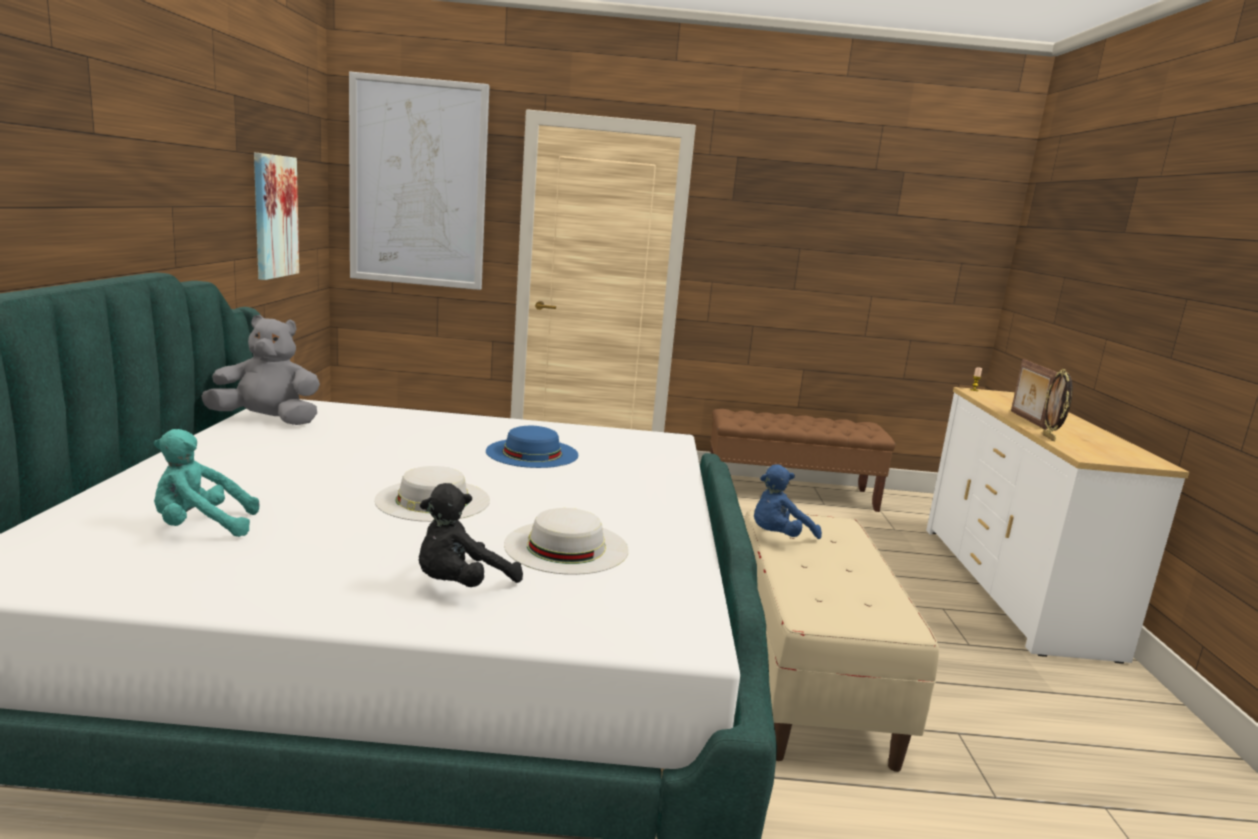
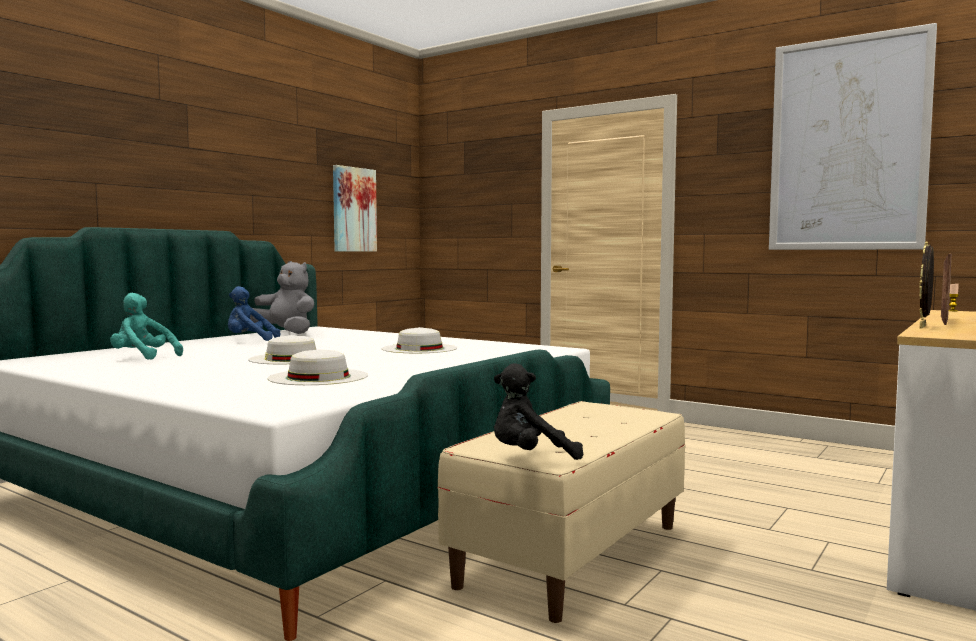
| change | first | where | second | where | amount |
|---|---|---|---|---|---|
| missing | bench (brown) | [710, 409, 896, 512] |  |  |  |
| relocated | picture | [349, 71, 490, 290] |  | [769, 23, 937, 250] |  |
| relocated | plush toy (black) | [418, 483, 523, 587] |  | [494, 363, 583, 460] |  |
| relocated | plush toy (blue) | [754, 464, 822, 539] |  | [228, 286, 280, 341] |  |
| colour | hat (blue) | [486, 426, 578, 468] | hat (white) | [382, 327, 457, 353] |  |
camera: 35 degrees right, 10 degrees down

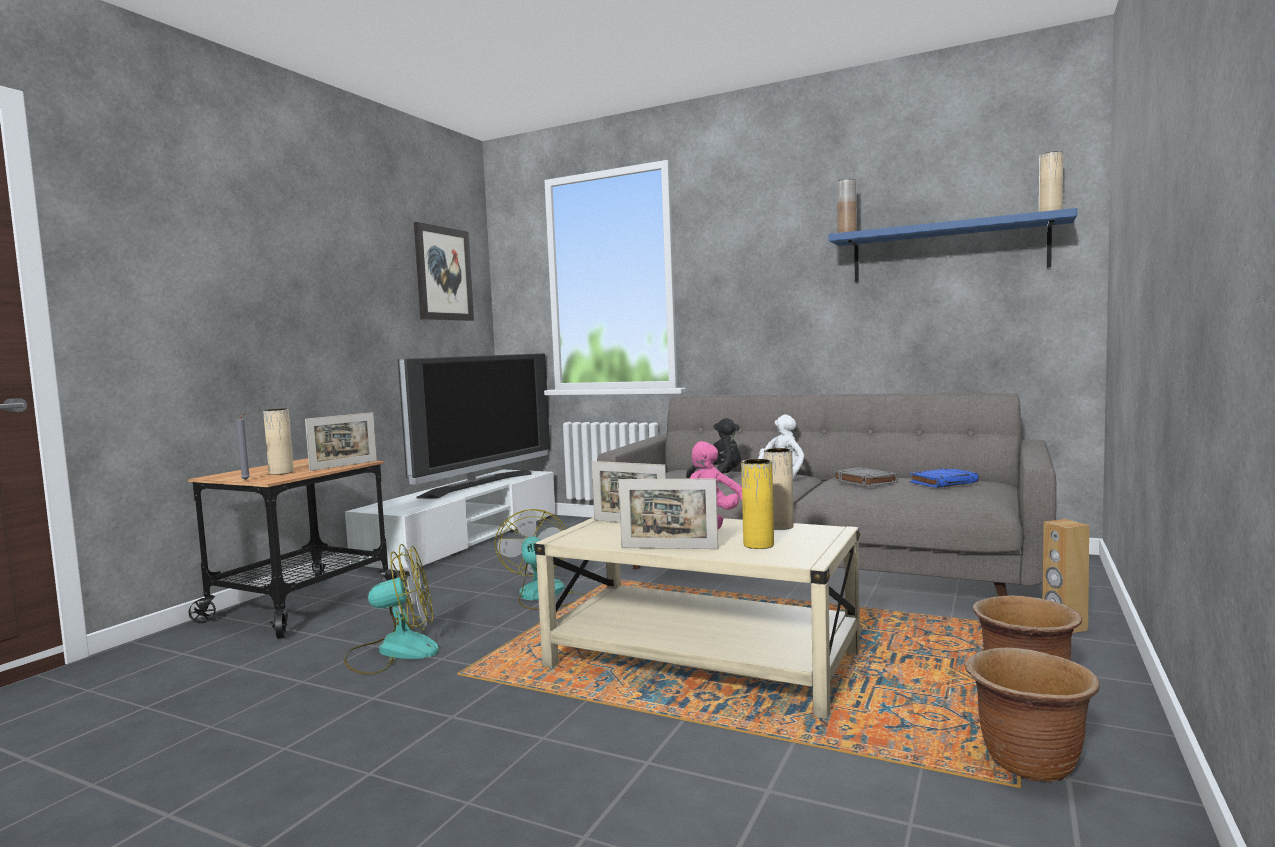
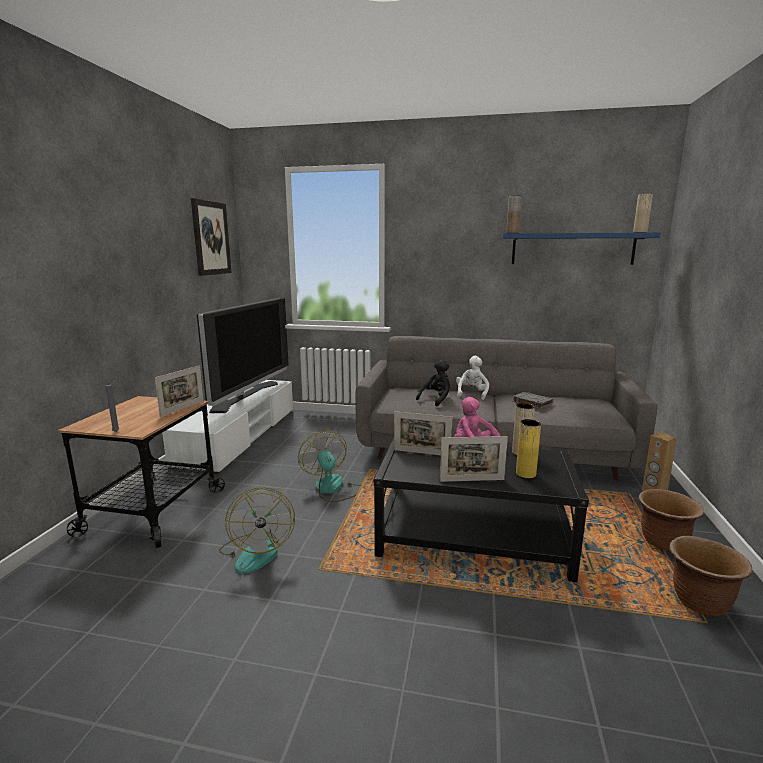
| change | first | where | second | where | amount |
|---|---|---|---|---|---|
| missing | vase (beige) | [263, 409, 294, 475] |  |  |  |
| missing | book (blue) | [910, 468, 979, 488] |  |  |  |
| colour | coffee table (beige) | [535, 517, 860, 719] | coffee table (black) | [373, 438, 589, 582] |  |
| spun | fan | [344, 544, 439, 675] |  | [219, 487, 295, 574] | 105 degrees clockwise |
camera: 15 degrees left, 10 degrees up

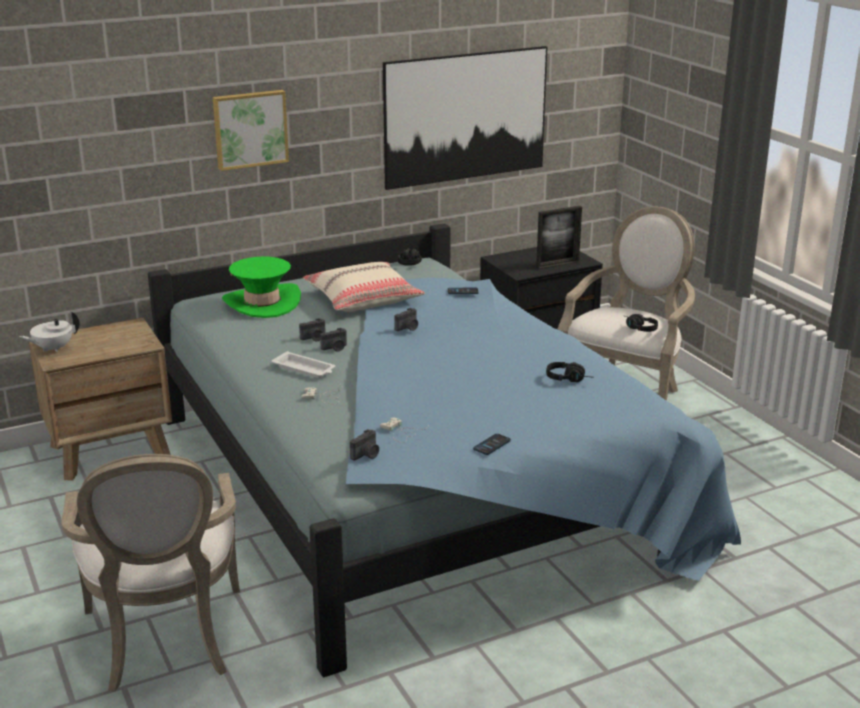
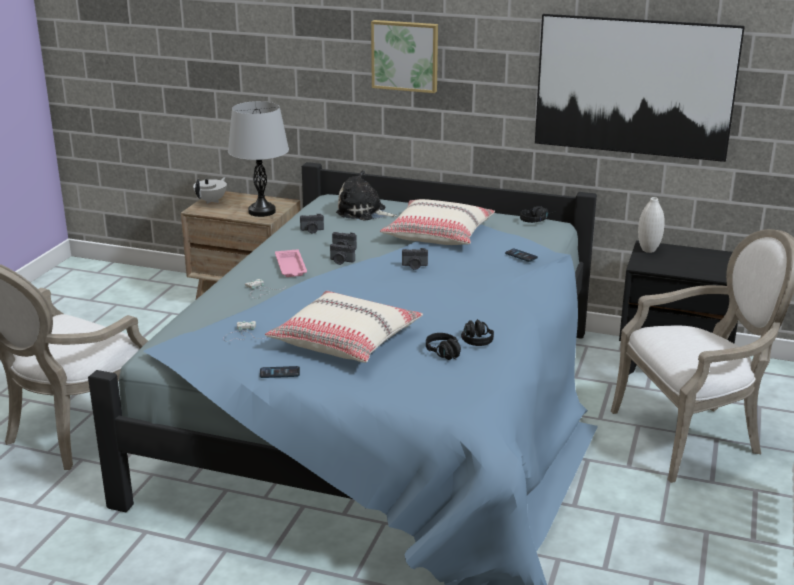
| change | first | where | second | where | amount |
|---|---|---|---|---|---|
| missing | picture frame | [536, 206, 582, 269] |  |  |  |
| appeared |  |  | table lamp (grey) | [228, 101, 289, 217] |  |
| appeared |  |  | pillow (beige) | [265, 291, 423, 363] |  |
| appeared |  |  | vase (white) | [638, 197, 665, 253] |  |
| relocated | photo camera | [350, 429, 379, 460] |  | [300, 214, 324, 234] |  |
| relocated | headphones (black) | [625, 314, 658, 332] |  | [461, 319, 494, 346] |  |
| exchanged | hat (green) | [222, 257, 301, 318] | plush toy | [336, 170, 397, 221] |  |
| colour | tray (white) | [272, 351, 336, 378] | tray (pink) | [275, 249, 307, 277] |  |
| spun | teapot (white) | [19, 311, 79, 352] |  | [193, 177, 227, 204] | 105 degrees clockwise |
camera: 45 degrees right, 0 degrees up

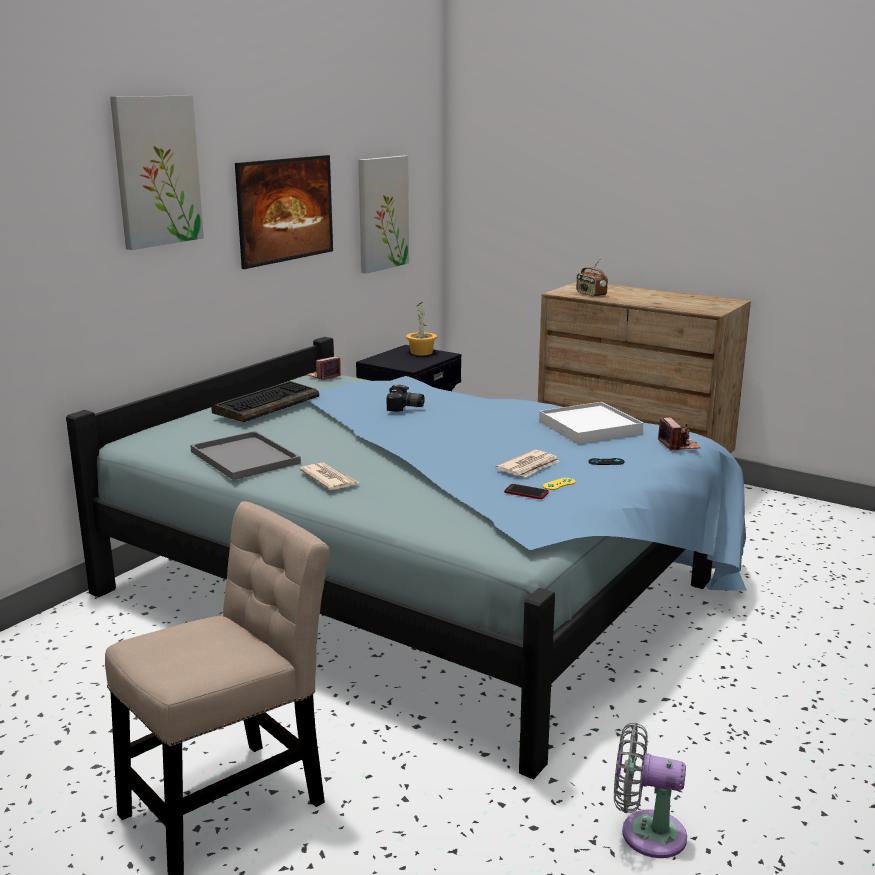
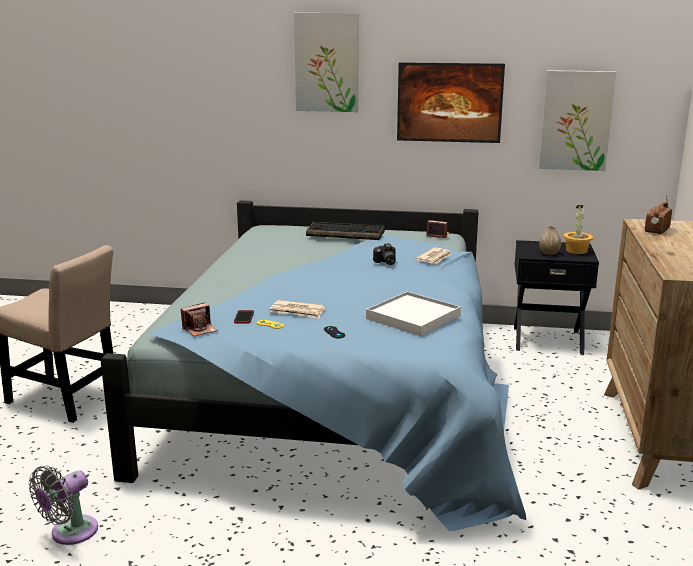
| change | first | where | second | where | amount |
|---|---|---|---|---|---|
| missing | tray (grey) | [190, 431, 301, 480] |  |  |  |
| appeared |  |  | vase | [540, 226, 561, 255] |  |
| relocated | newspaper | [299, 462, 359, 490] |  | [415, 247, 451, 263] |  |
| relocated | photo camera | [658, 418, 701, 451] |  | [181, 302, 218, 337] |  |
| spun | fan (grey) | [614, 723, 687, 858] |  | [29, 466, 98, 545] | 135 degrees counterclockwise |
camera: 65 degrees right, 0 degrees up

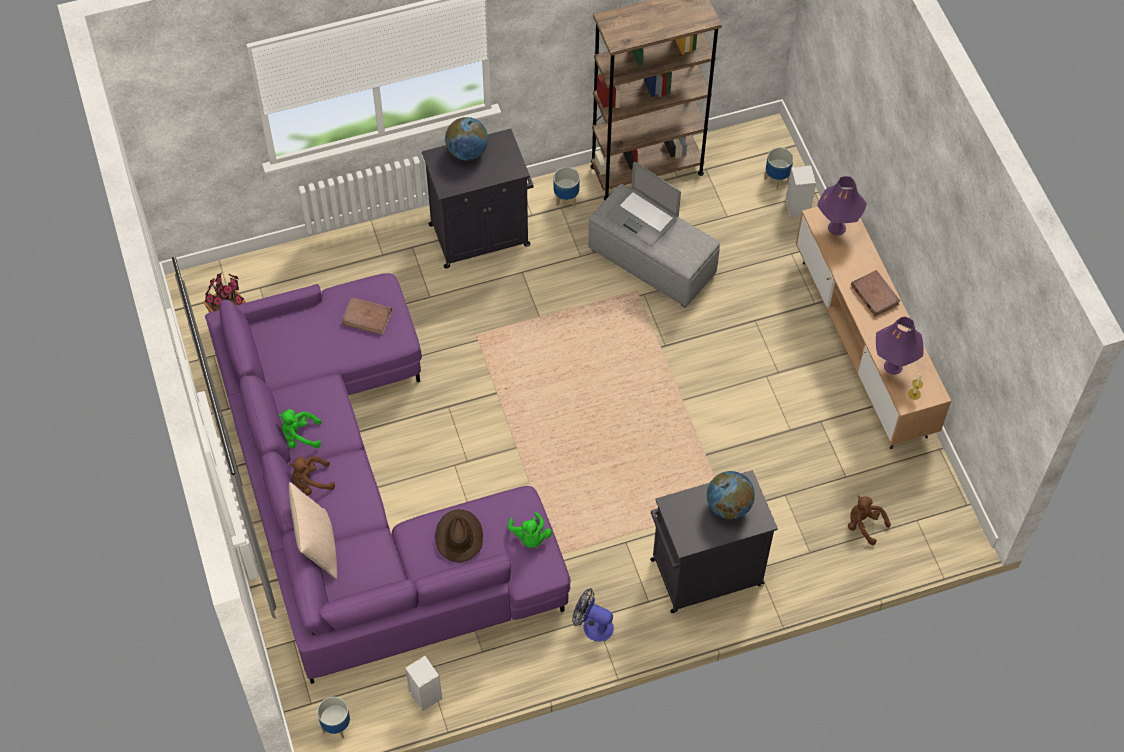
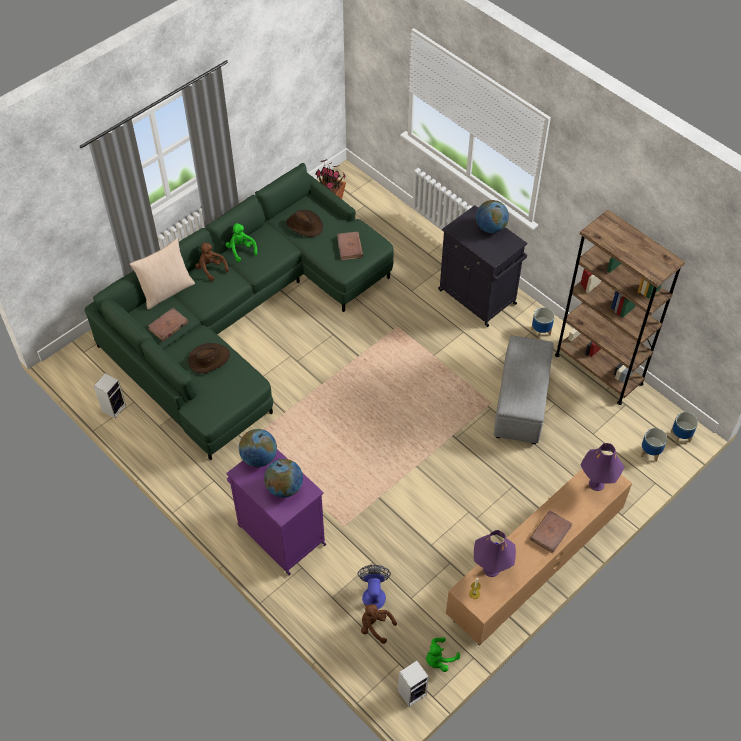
| change | first | where | second | where | amount |
|---|---|---|---|---|---|
| missing | laptop | [606, 162, 681, 246] |  |  |  |
| appeared |  |  | book (brown) | [148, 308, 188, 341] |  |
| appeared |  |  | globe | [239, 429, 277, 467] |  |
| appeared |  |  | hat (brown) | [286, 210, 323, 237] |  |
| relocated | planter | [317, 697, 350, 739] |  | [670, 412, 698, 445] |  |
| relocated | plush toy (green) | [508, 512, 552, 548] |  | [426, 637, 460, 672] |  |
| relocated | fan | [572, 588, 614, 642] |  | [358, 565, 391, 610] |  |
| relocated | speaker | [786, 165, 816, 217] |  | [398, 661, 429, 707] |  |
| colour | sofa (purple) | [205, 273, 571, 684] | sofa (green) | [84, 163, 394, 460] |  |
| colour | cabinet (black) | [650, 470, 778, 613] | cabinet (purple) | [226, 449, 326, 576] |  |
| spun | plush toy (brown) | [848, 495, 891, 545] |  | [361, 604, 397, 644] | 75 degrees counterclockwise |
camera: 65 degrees right, 5 degrees down

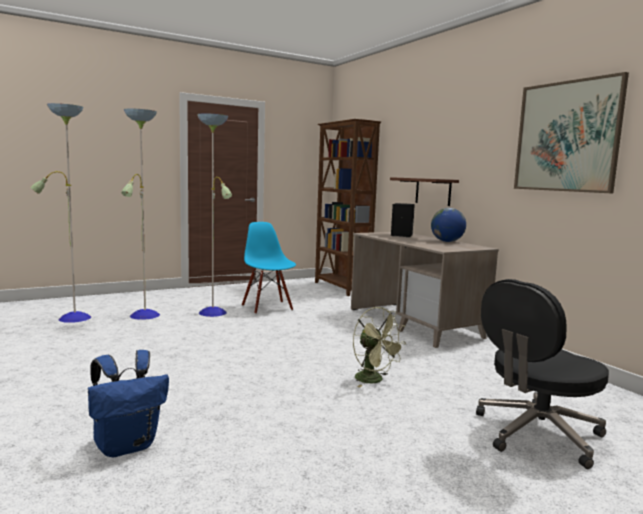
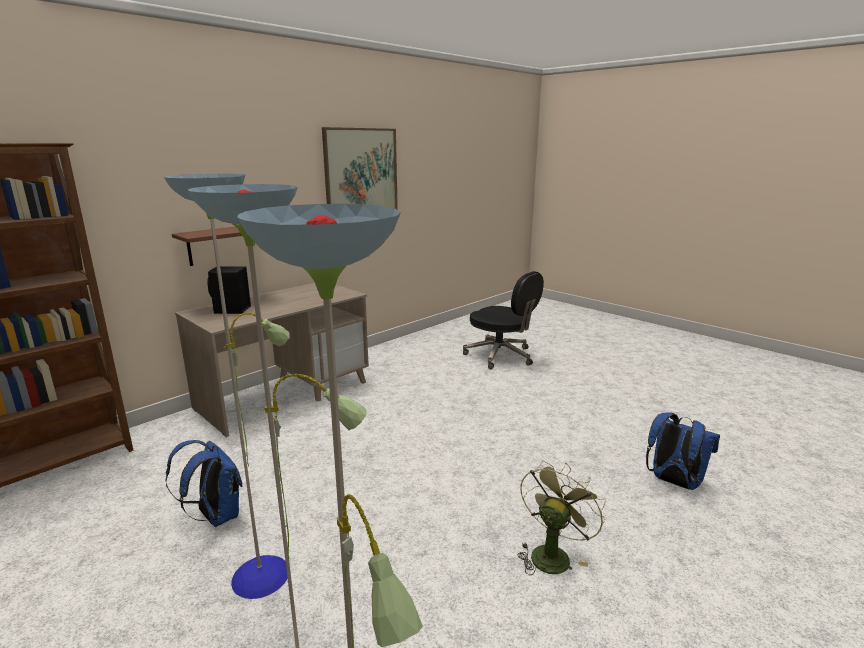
| change | first | where | second | where | amount |
|---|---|---|---|---|---|
| missing | globe | [431, 208, 466, 242] |  |  |  |
| relocated | fan (green) | [353, 307, 406, 387] |  | [518, 461, 606, 575] |  |
| exchanged | chair (blue) | [242, 222, 296, 314] | backpack (blue) | [165, 440, 242, 527] |  |
camera: 105 degrees left, 10 degrees up

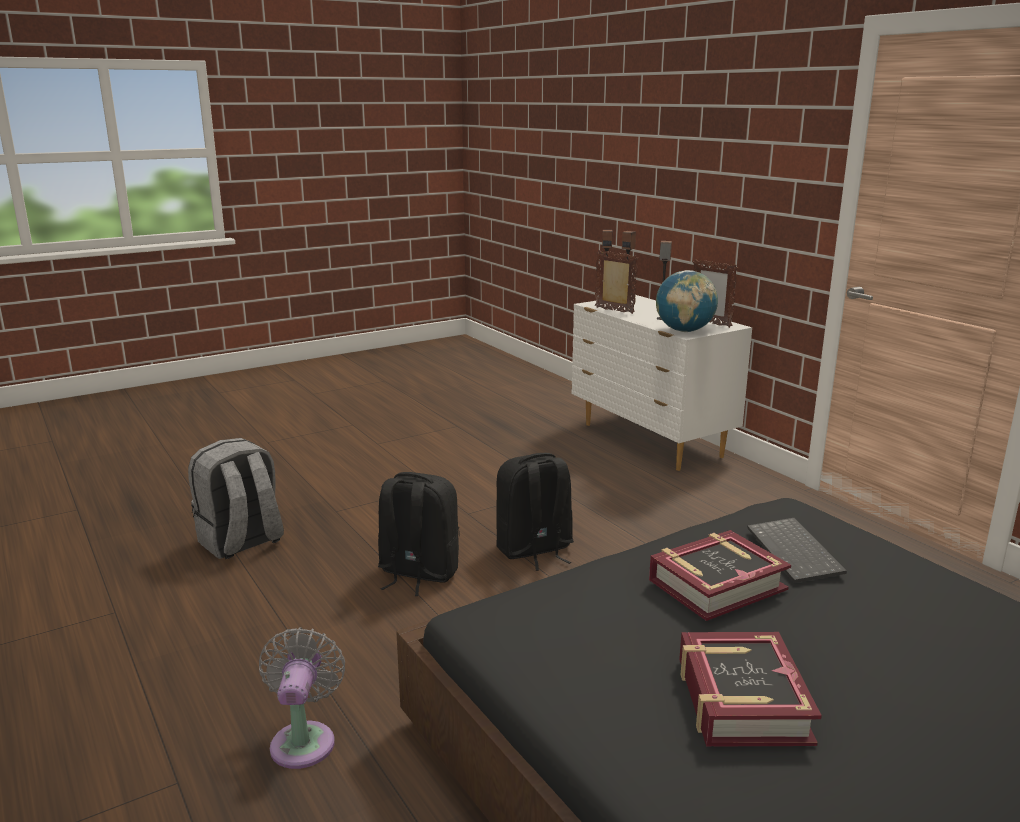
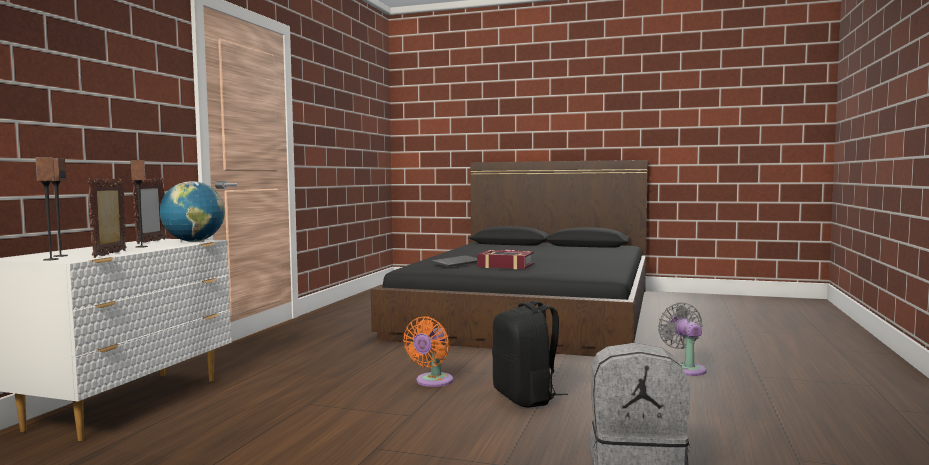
| change | first | where | second | where | amount |
|---|---|---|---|---|---|
| missing | book | [679, 632, 822, 747] |  |  |  |
| exchanged | backpack (black) | [496, 453, 574, 571] | fan (orange) | [403, 316, 453, 387] |  |
| spun | fan (grey) | [259, 627, 345, 769] |  | [658, 302, 707, 376] | 120 degrees clockwise |
camera: 130 degrees left, 15 degrees down

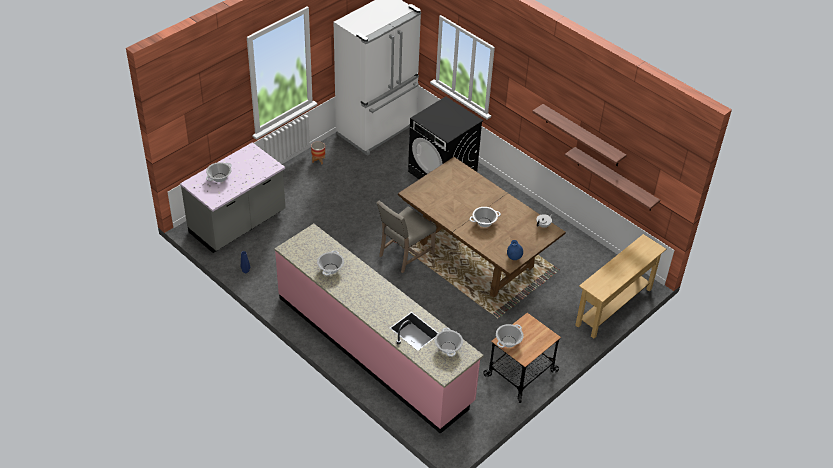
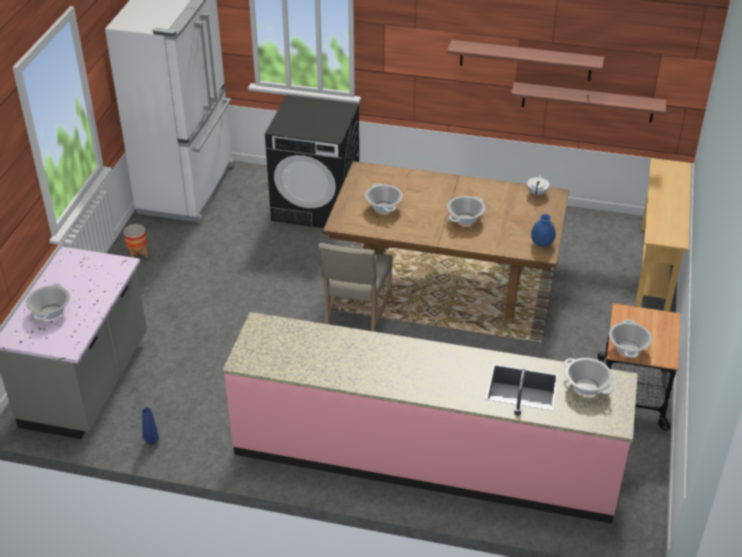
| change | first | where | second | where | amount |
|---|---|---|---|---|---|
| relocated | cooking pot | [317, 251, 344, 276] |  | [365, 184, 403, 213] |  |
camera: 30 degrees left, 5 degrees down

